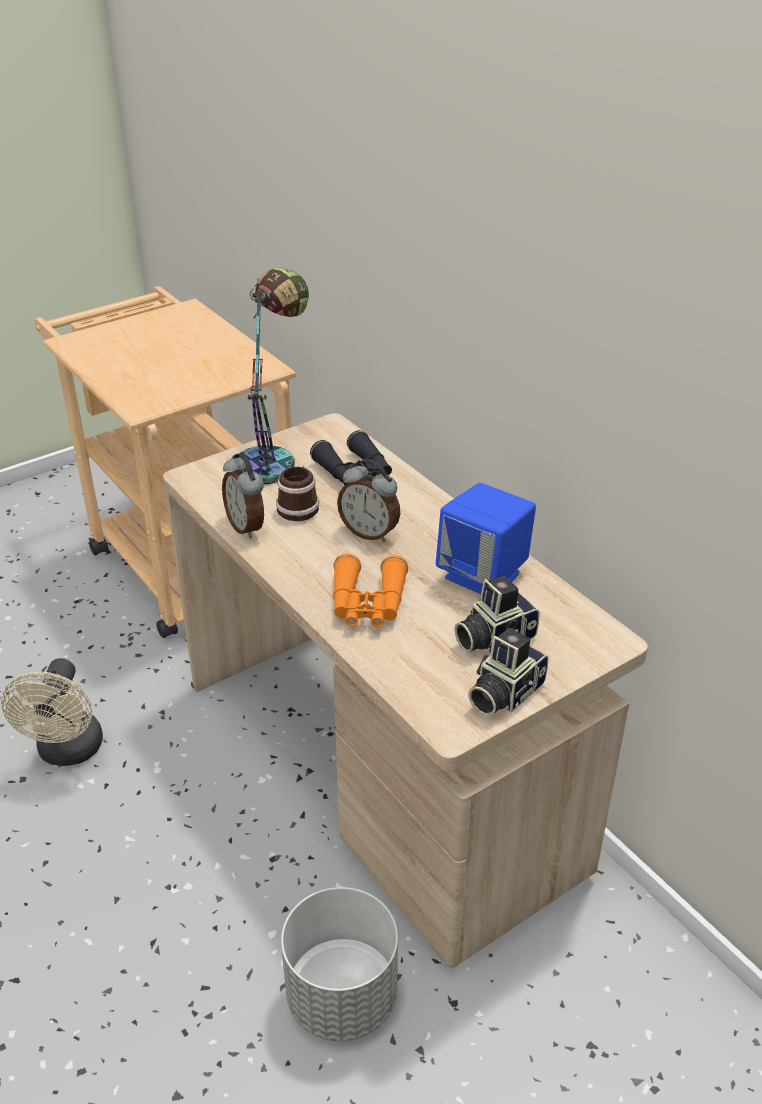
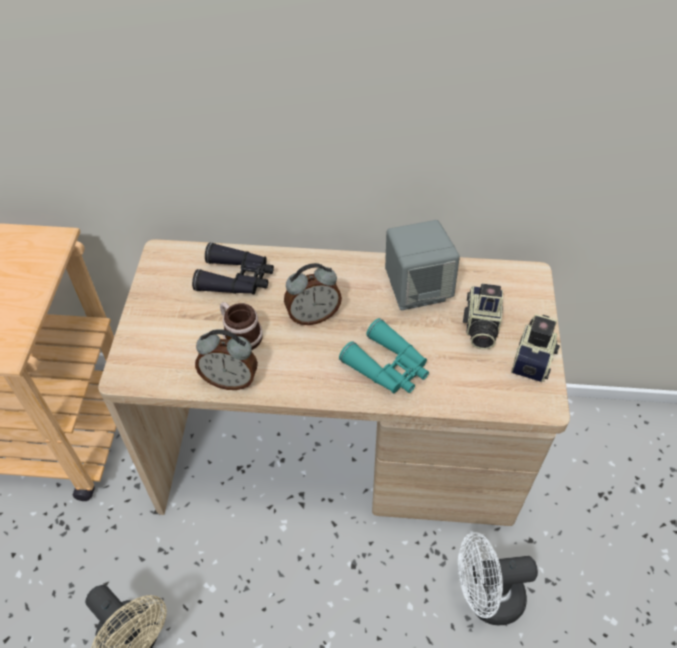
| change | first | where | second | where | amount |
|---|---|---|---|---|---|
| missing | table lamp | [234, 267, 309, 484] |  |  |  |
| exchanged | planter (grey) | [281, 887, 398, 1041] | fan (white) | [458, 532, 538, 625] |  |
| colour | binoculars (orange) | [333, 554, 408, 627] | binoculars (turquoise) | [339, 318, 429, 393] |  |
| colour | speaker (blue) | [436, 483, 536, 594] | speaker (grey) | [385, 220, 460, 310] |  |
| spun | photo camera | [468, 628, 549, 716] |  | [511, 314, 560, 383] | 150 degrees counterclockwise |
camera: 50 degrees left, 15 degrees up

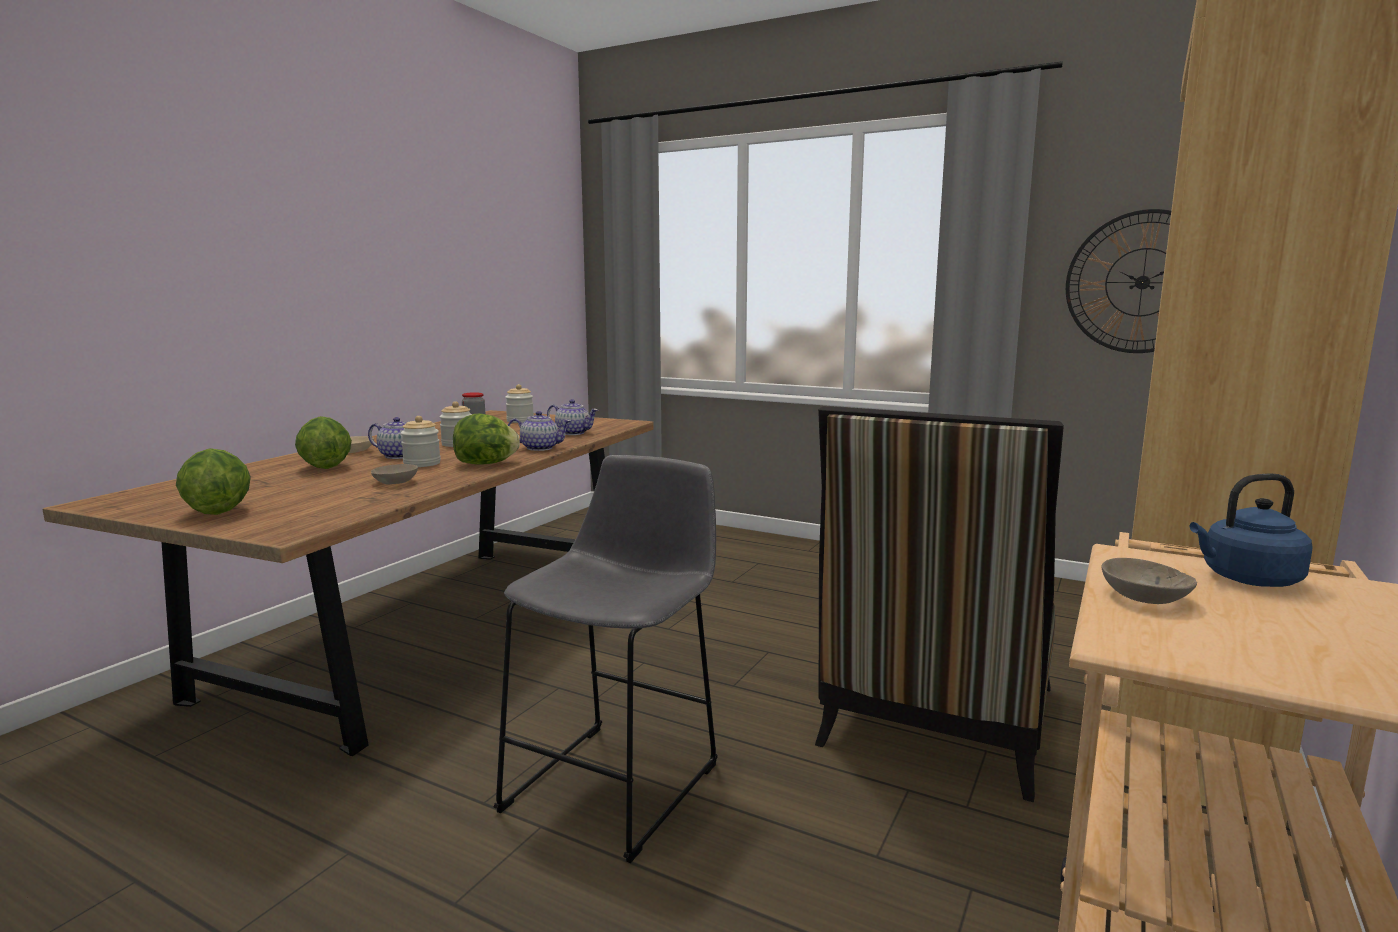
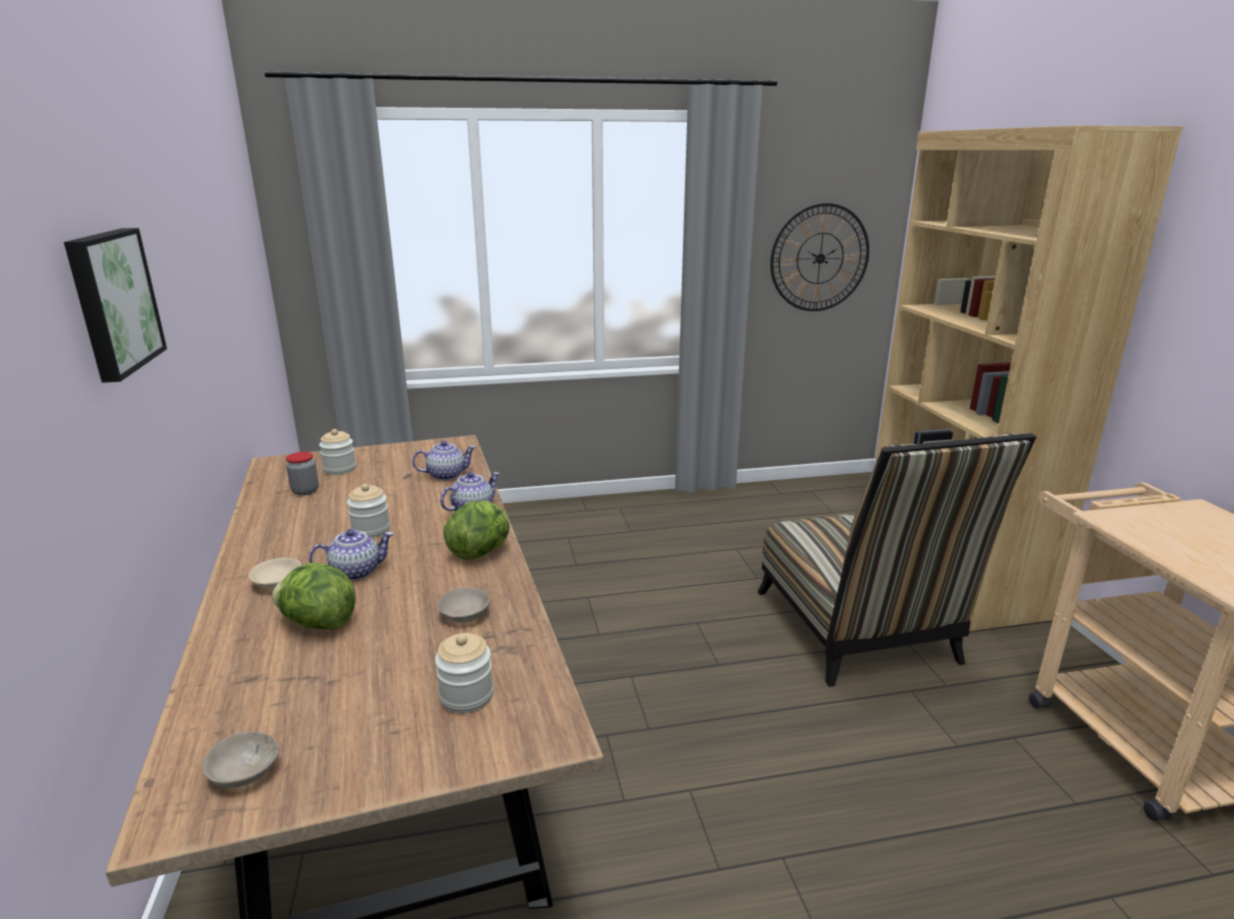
| change | first | where | second | where | amount |
|---|---|---|---|---|---|
| missing | lettuce | [176, 448, 250, 515] |  |  |  |
| missing | stool (grey) | [494, 455, 718, 863] |  |  |  |
| missing | kettle (blue) | [1190, 473, 1312, 587] |  |  |  |
| appeared |  |  | picture | [64, 228, 167, 383] |  |
| relocated | jar | [401, 416, 441, 467] |  | [435, 633, 494, 713] |  |
| relocated | bowl (beige) | [1101, 558, 1197, 604] |  | [203, 731, 279, 788] |  |
camera: 40 degrees left, 10 degrees up

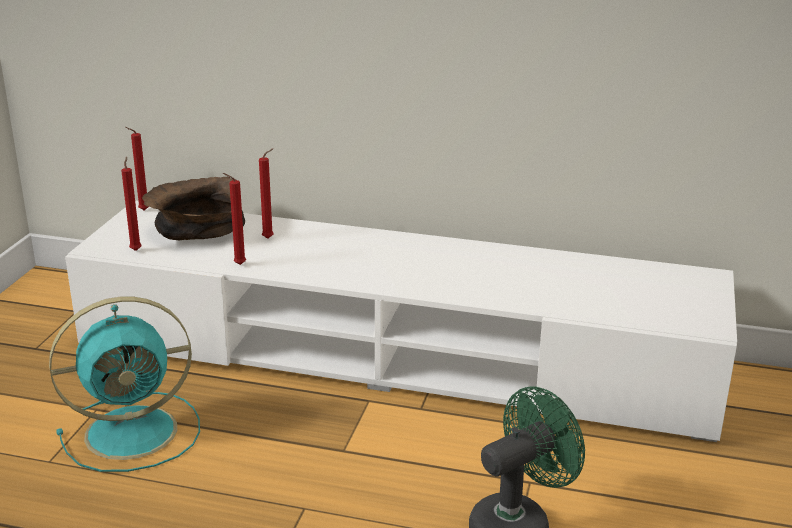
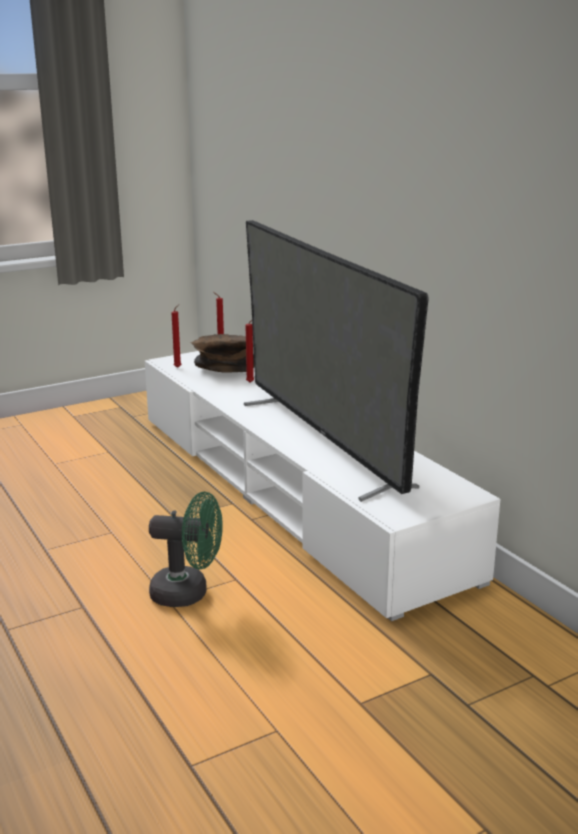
| change | first | where | second | where | amount |
|---|---|---|---|---|---|
| missing | fan (turquoise) | [49, 297, 200, 472] |  |  |  |
| missing | candle (red) | [223, 173, 246, 265] |  |  |  |
| appeared |  |  | television | [244, 220, 429, 502] |  |
camera: 45 degrees right, 5 degrees down

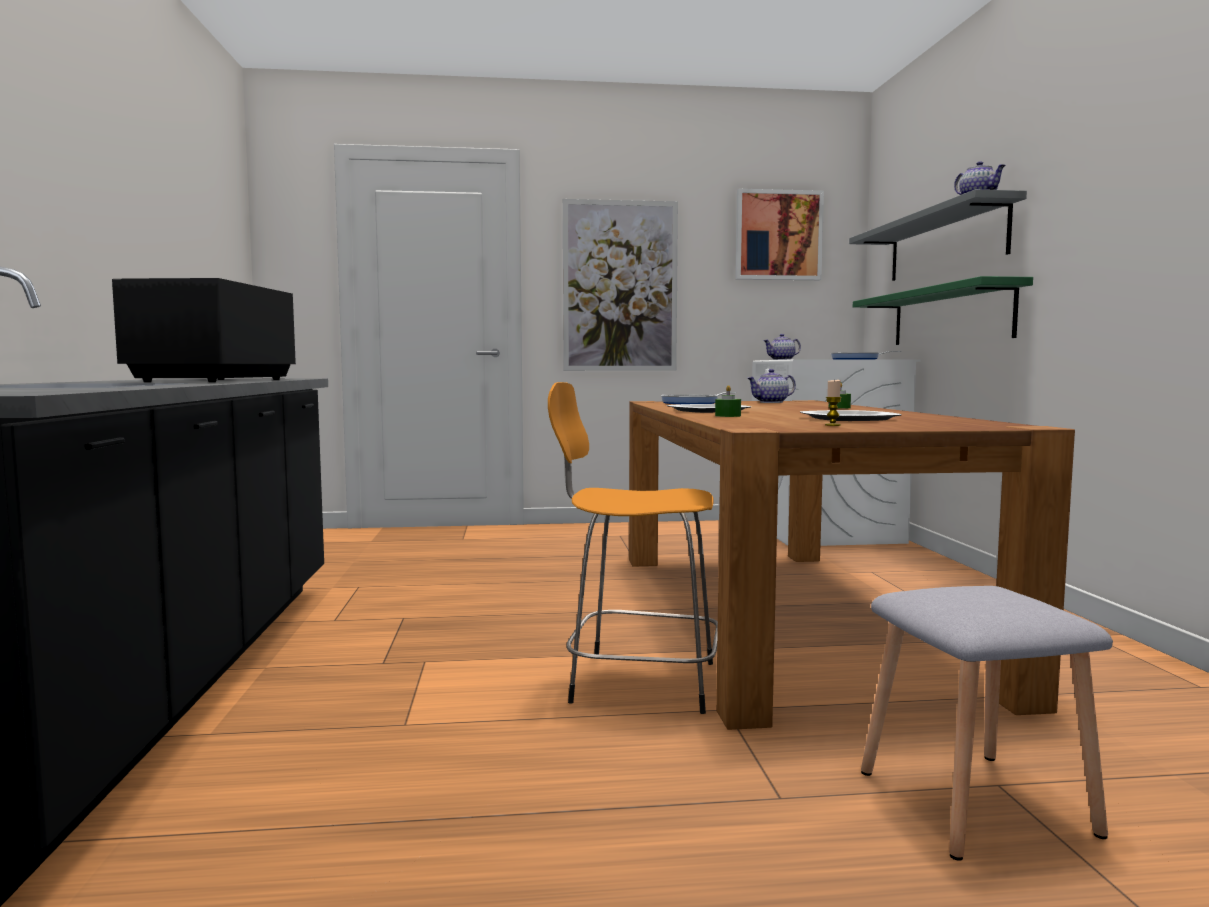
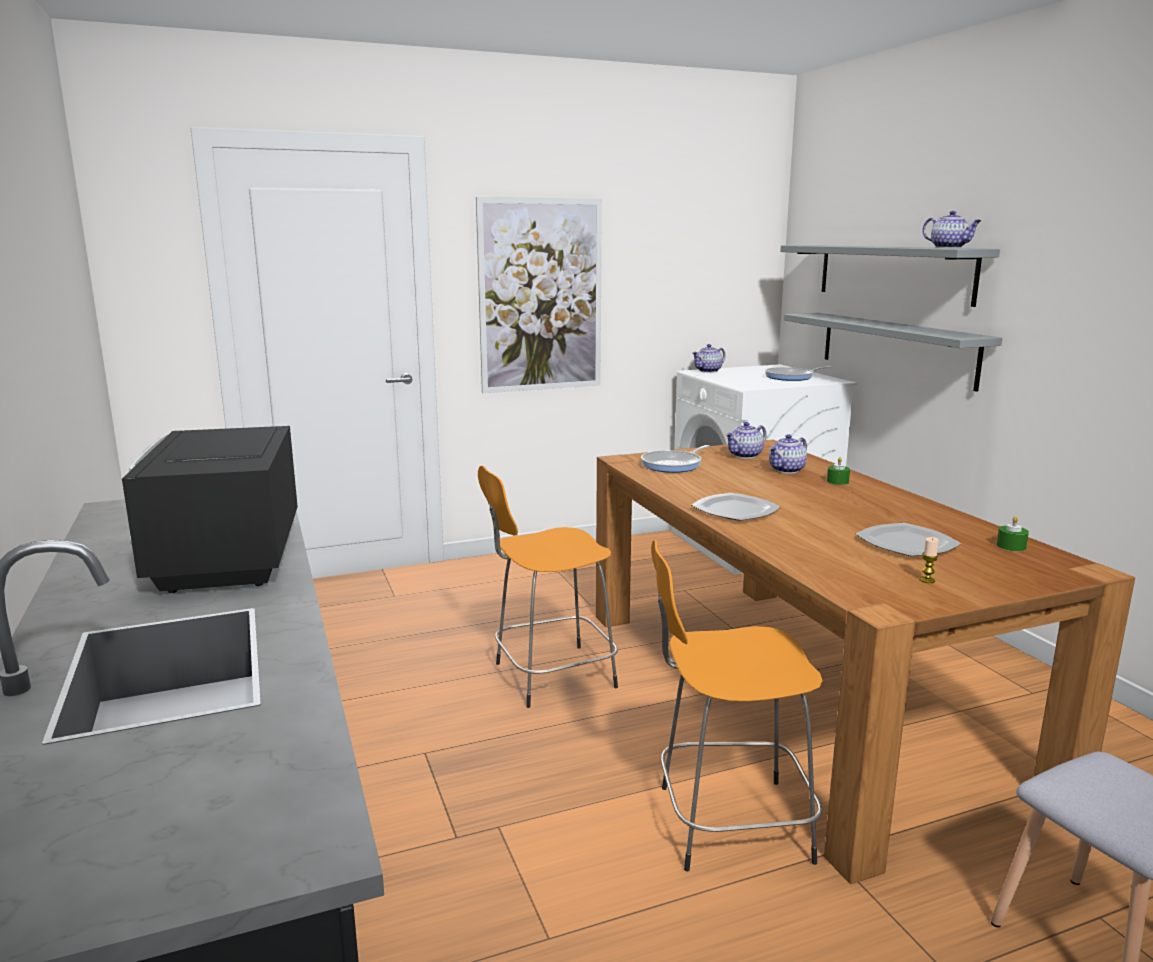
| change | first | where | second | where | amount |
|---|---|---|---|---|---|
| missing | picture | [735, 189, 824, 280] |  |  |  |
| appeared |  |  | stool (orange) | [478, 465, 618, 708] |  |
| appeared |  |  | teapot | [769, 434, 807, 474] |  |
| relocated | candle (green) | [715, 385, 741, 417] |  | [996, 516, 1029, 551] |  |
| colour | shelf (green) | [853, 276, 1033, 345] | shelf (grey) | [784, 313, 1002, 392] |  |
camera: 15 degrees left, 10 degrees up

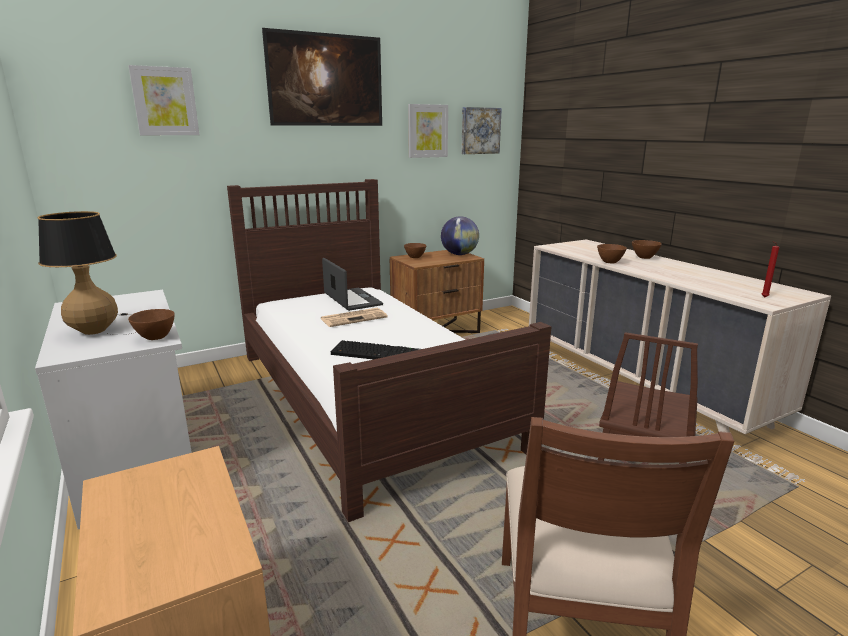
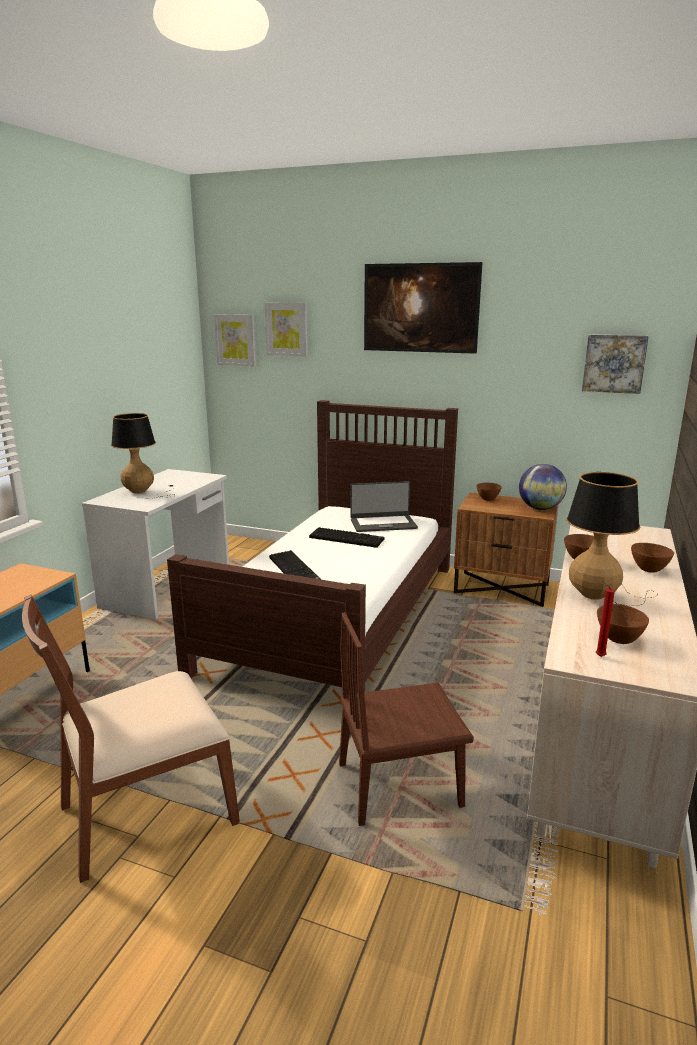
| change | first | where | second | where | amount |
|---|---|---|---|---|---|
| appeared |  |  | table lamp | [566, 472, 658, 606] |  |
| relocated | bowl (brown) | [128, 309, 175, 340] |  | [597, 604, 649, 644] |  |
| relocated | picture | [408, 104, 448, 158] |  | [214, 314, 256, 367] |  |
| exchanged | newspaper | [320, 308, 388, 327] | keyboard | [309, 527, 384, 548] |  |
| spun | laptop | [322, 258, 383, 311] |  | [350, 481, 418, 532] | 60 degrees clockwise |
camera: 50 degrees right, 0 degrees up

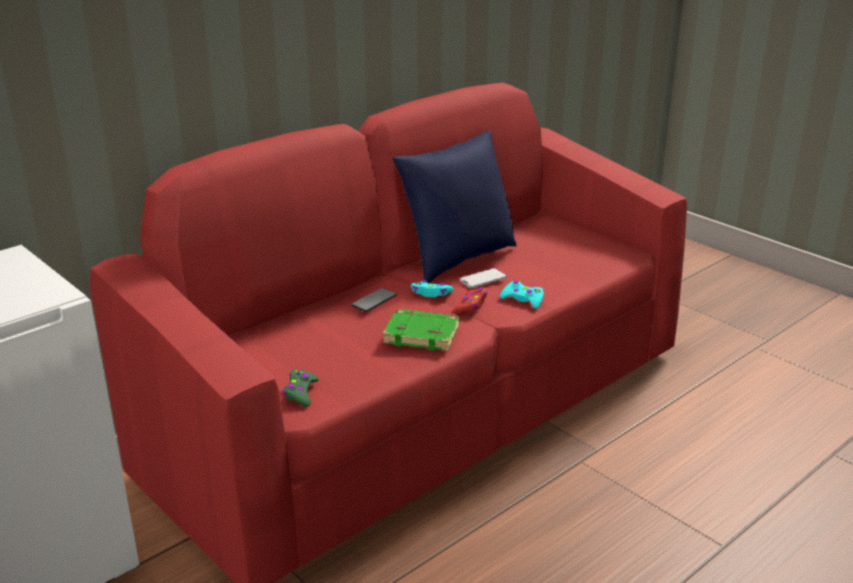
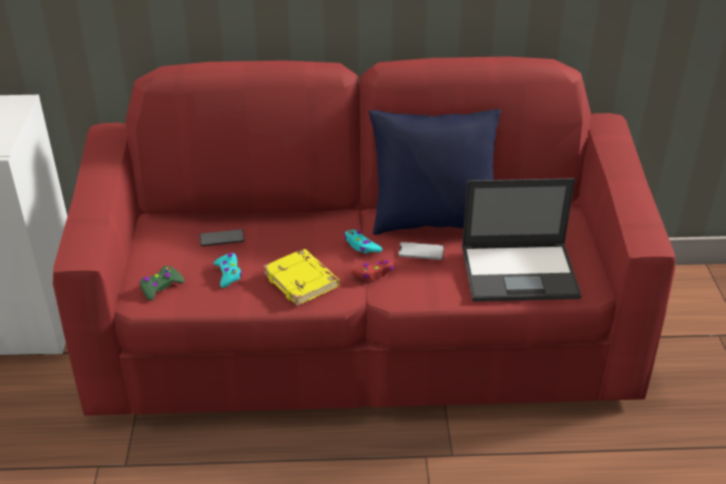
| change | first | where | second | where | amount |
|---|---|---|---|---|---|
| appeared |  |  | laptop | [462, 178, 582, 302] |  |
| relocated | phone | [351, 288, 397, 312] |  | [200, 229, 244, 246] |  |
| relocated | game controller (turquoise) | [500, 280, 544, 309] |  | [214, 253, 242, 288] |  |
| colour | book (green) | [382, 309, 460, 351] | book (yellow) | [263, 249, 339, 306] |  |
camera: 40 degrees right, 10 degrees up

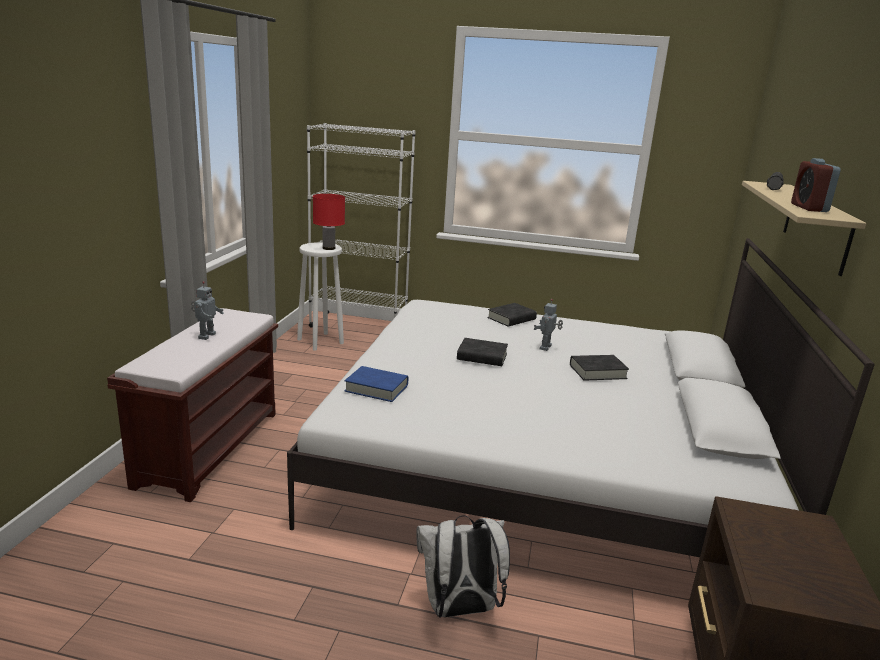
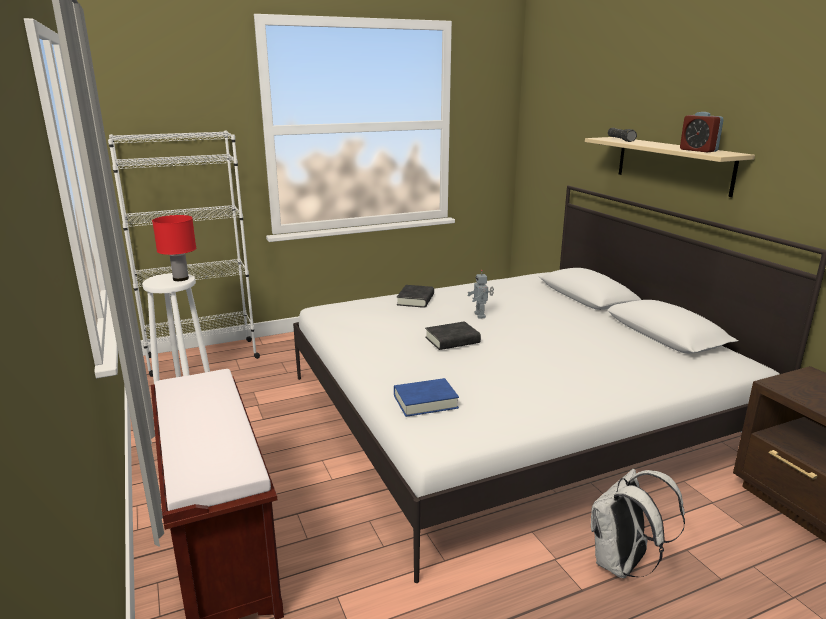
| change | first | where | second | where | amount |
|---|---|---|---|---|---|
| missing | toy robot | [191, 281, 224, 340] |  |  |  |
| missing | book (black) | [570, 355, 629, 381] |  |  |  |
camera: 35 degrees left, 0 degrees up

